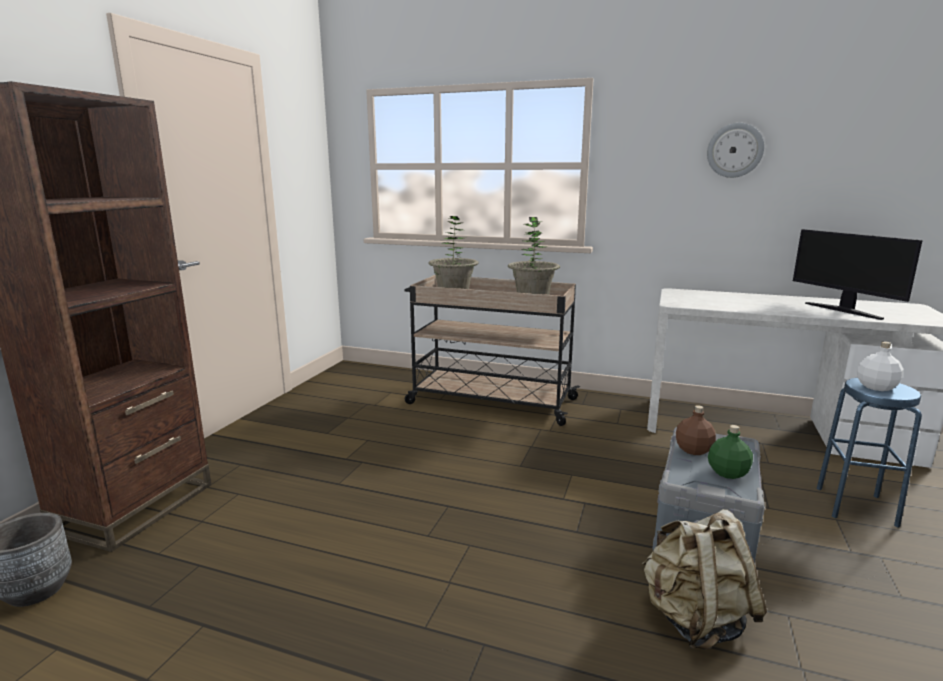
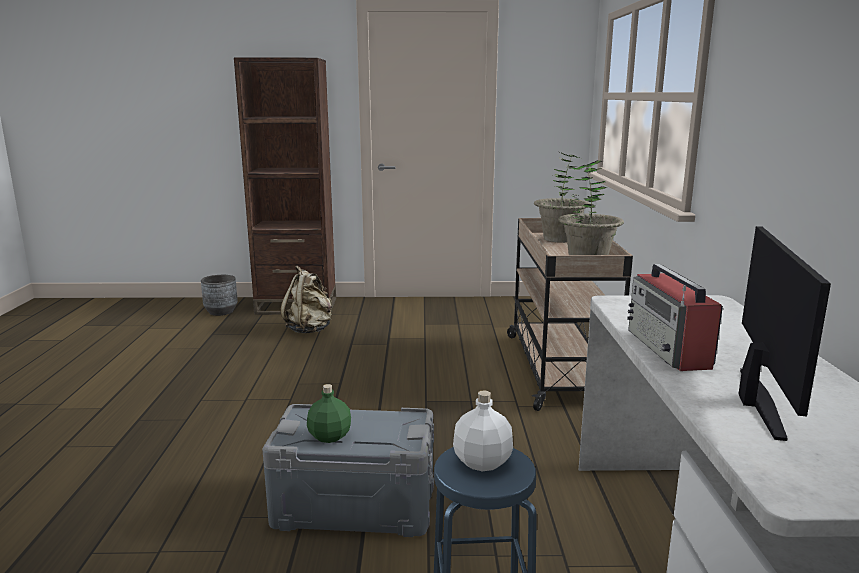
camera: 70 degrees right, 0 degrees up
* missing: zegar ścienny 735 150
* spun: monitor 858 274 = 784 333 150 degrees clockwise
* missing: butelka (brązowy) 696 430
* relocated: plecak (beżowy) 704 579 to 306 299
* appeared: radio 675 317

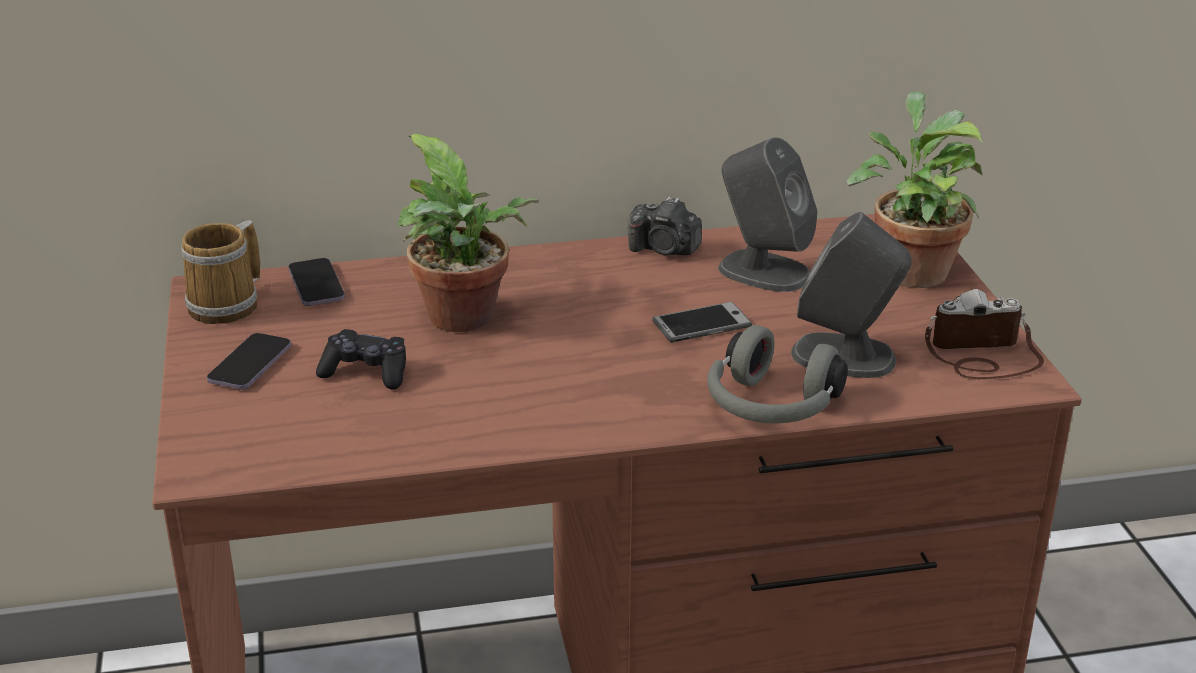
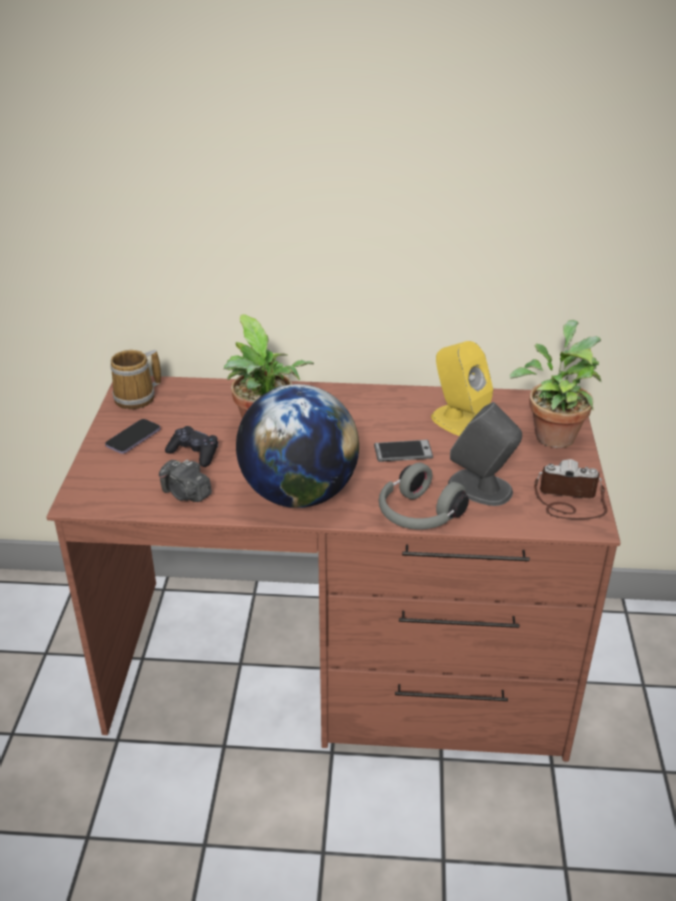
camera: 15 degrees right, 5 degrees up
* colour: głośnik (szary) 768 214 to głośnik (żółty) 462 388
* relocated: aparat fotograficzny 665 226 to 185 481
* missing: telefon 316 282
* appeared: globus 297 446

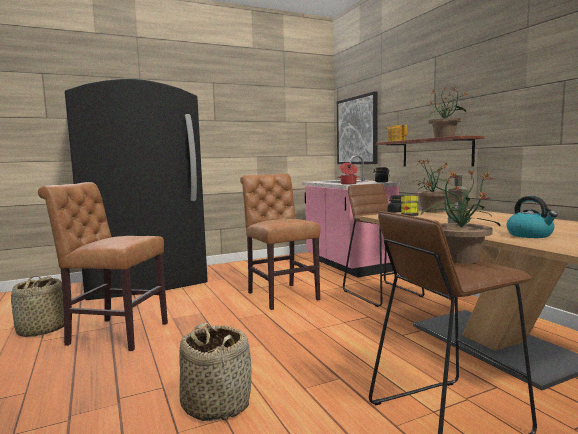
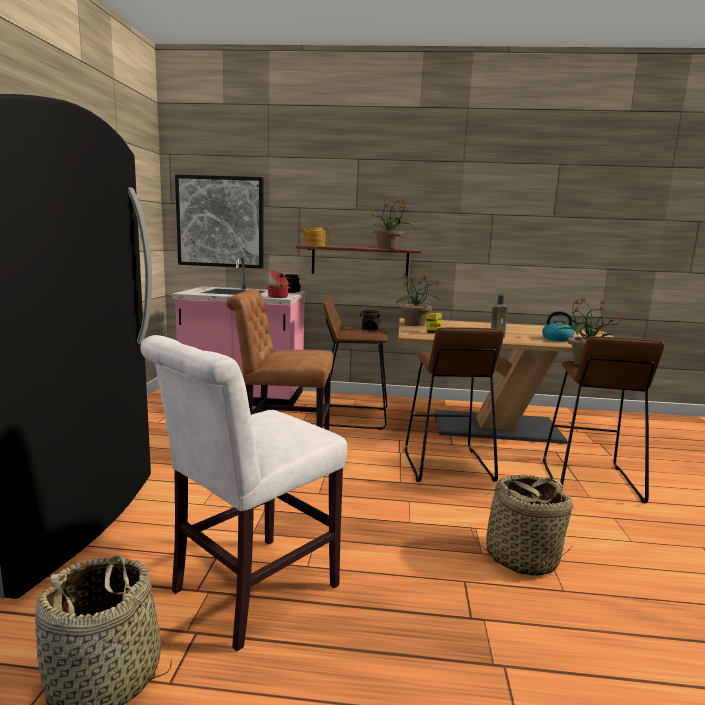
camera: 60 degrees left, 5 degrees up
* colour: krzesło (brązowy) 103 266 to krzesło (biały) 243 493
* appeared: stołek (brązowy) 454 404

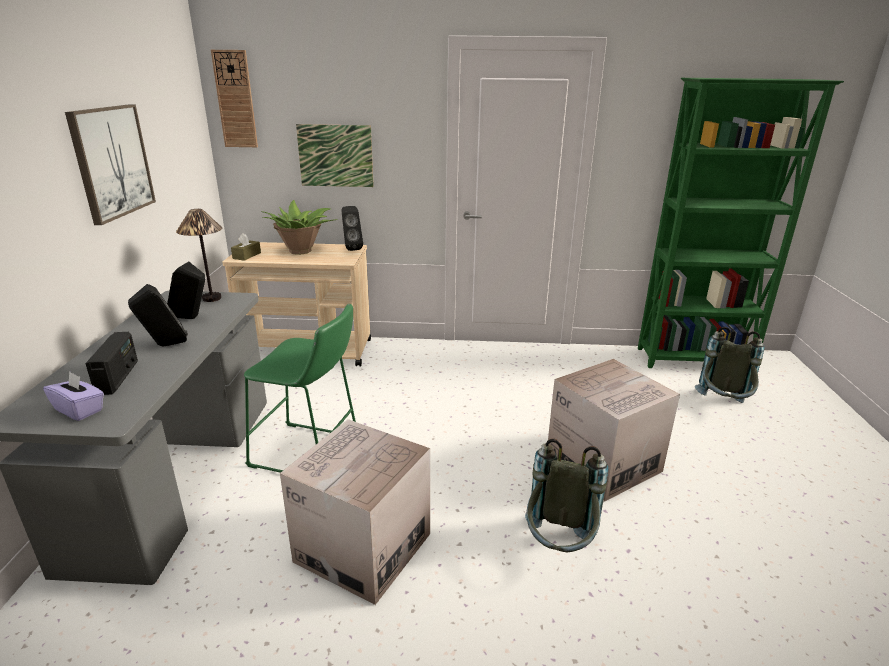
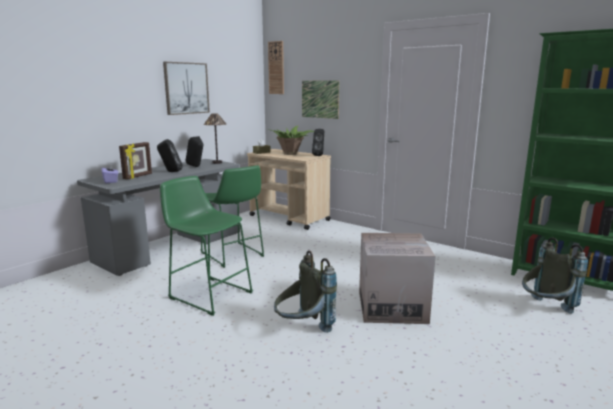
camera: 35 degrees right, 10 degrees down
* exchanged: radio 111 363 to ramka na zdjęcie 135 160
* exchanged: karton 355 512 to stołek (zielony) 206 246

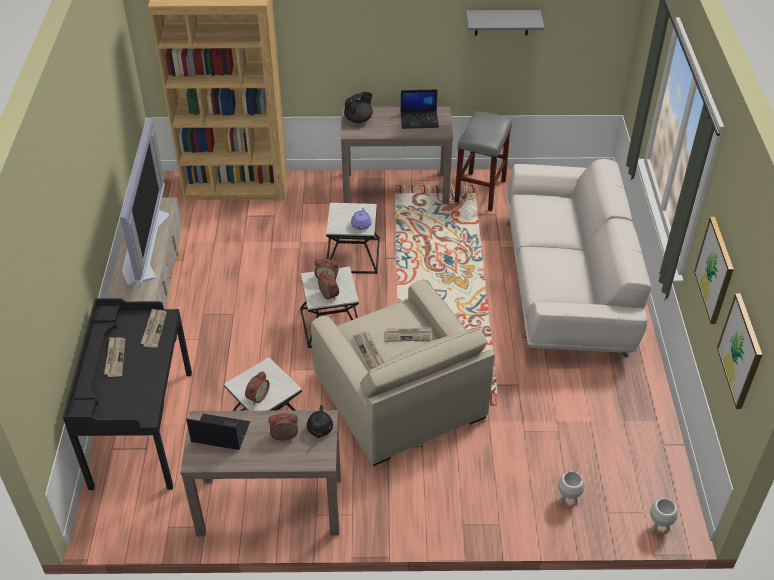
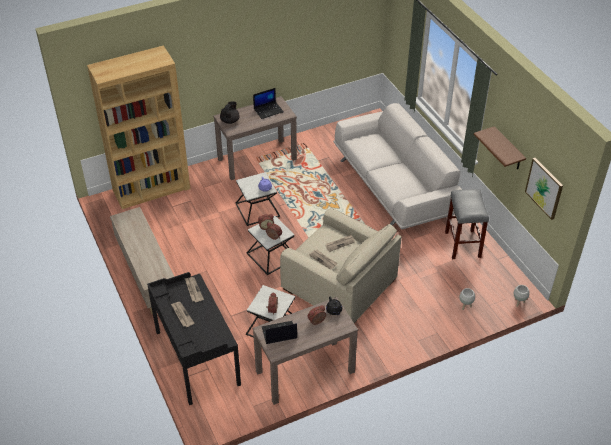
camera: 25 degrees left, 0 degrees up
* missing: półka (szary) 505 22
* relocated: stołek (szary) 483 161 to 467 224
* missing: telewizor 144 203
* exchanged: obraz 714 270 to półka (brązowy) 500 147

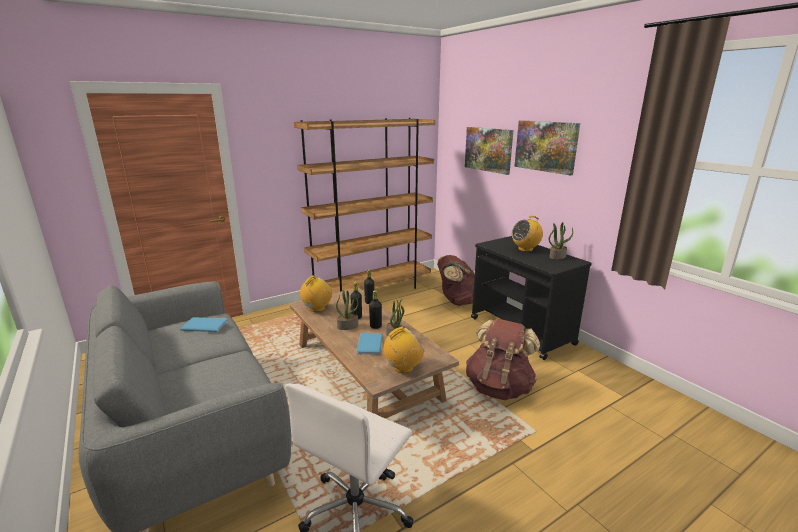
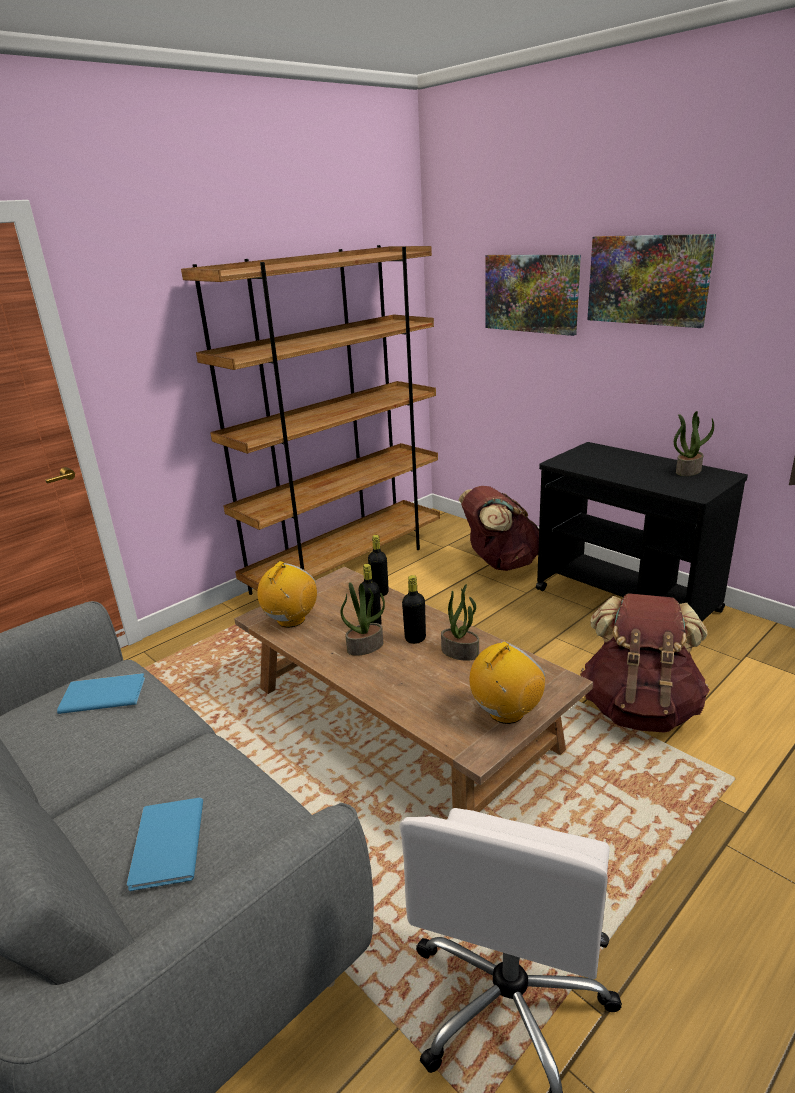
camera: 10 degrees left, 5 degrees up
* missing: radio 527 234
* relocated: książka (niebieski) 369 344 to 164 844

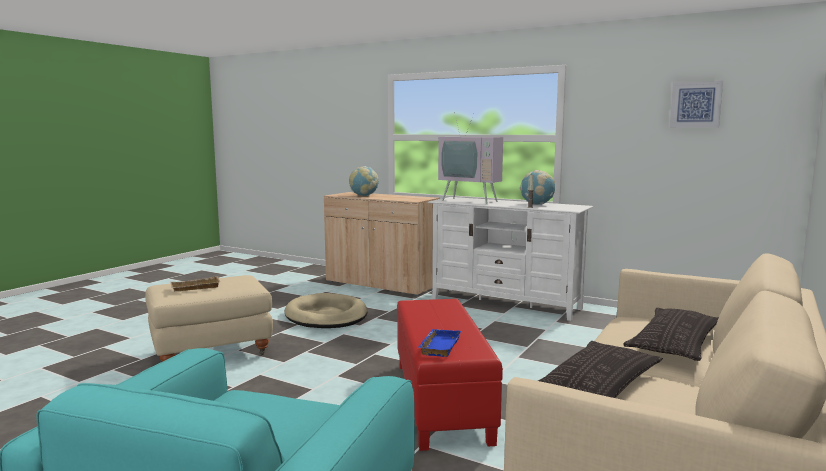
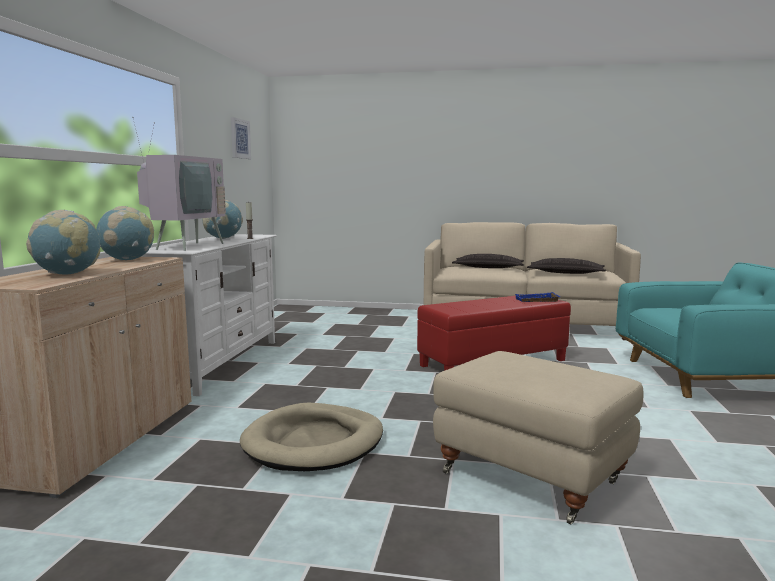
camera: 110 degrees left, 0 degrees up
* missing: taca (beżowy) 195 283
* appeared: globus 125 233

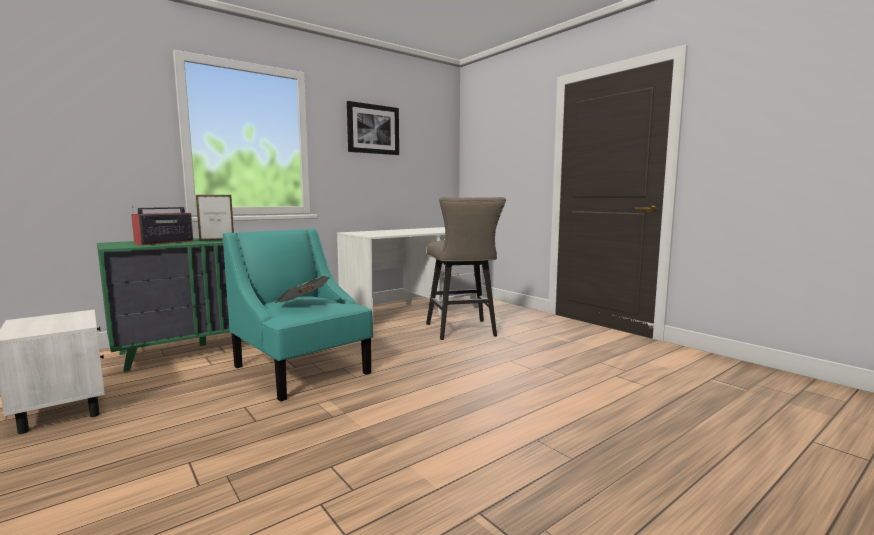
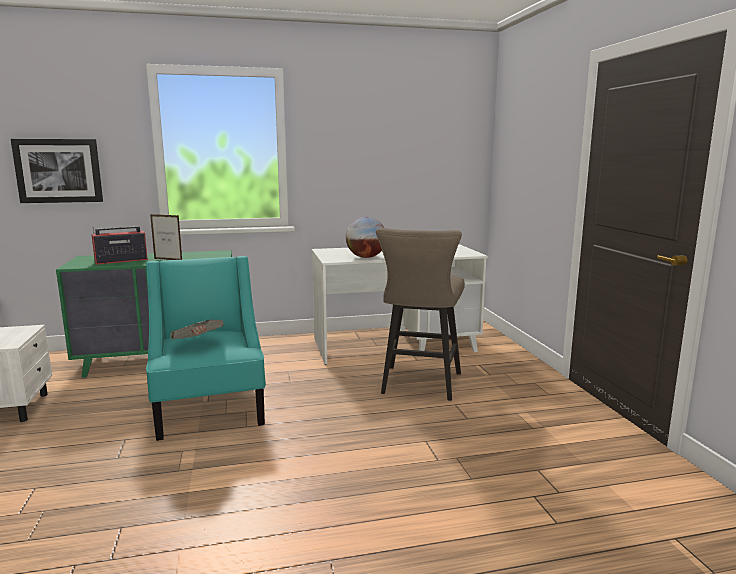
camera: 25 degrees right, 5 degrees up
* relocated: obraz 373 128 to 57 171
* appeared: globus 365 237

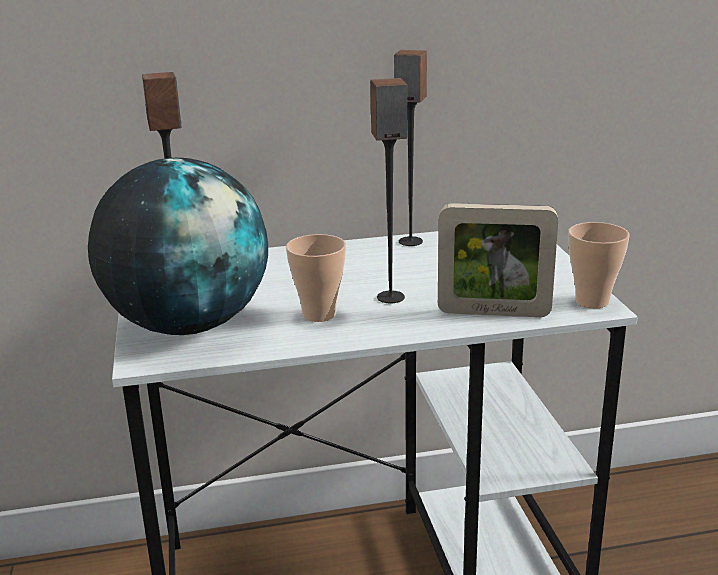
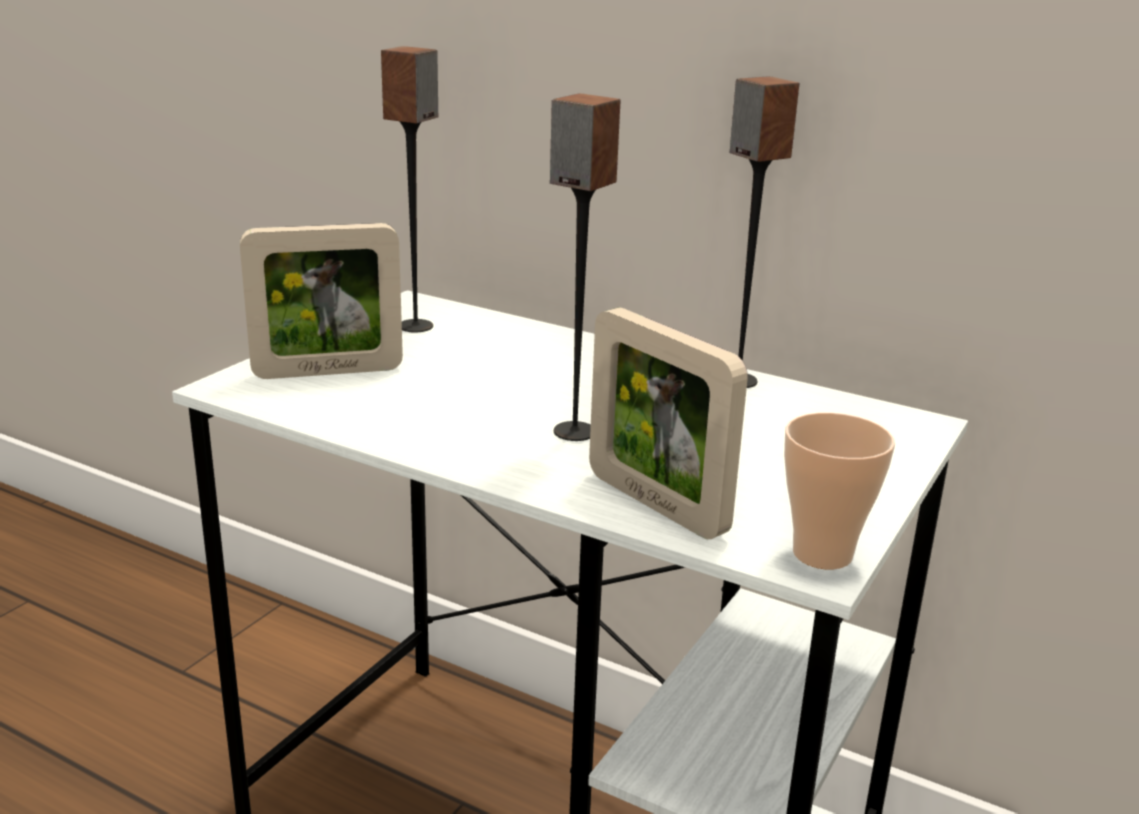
camera: 40 degrees right, 0 degrees up
* exchanged: globus 178 246 to ramka na zdjęcie 321 301
* missing: filiżanka 316 278

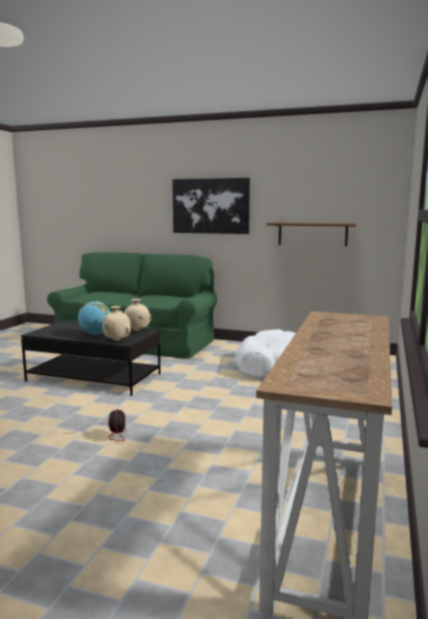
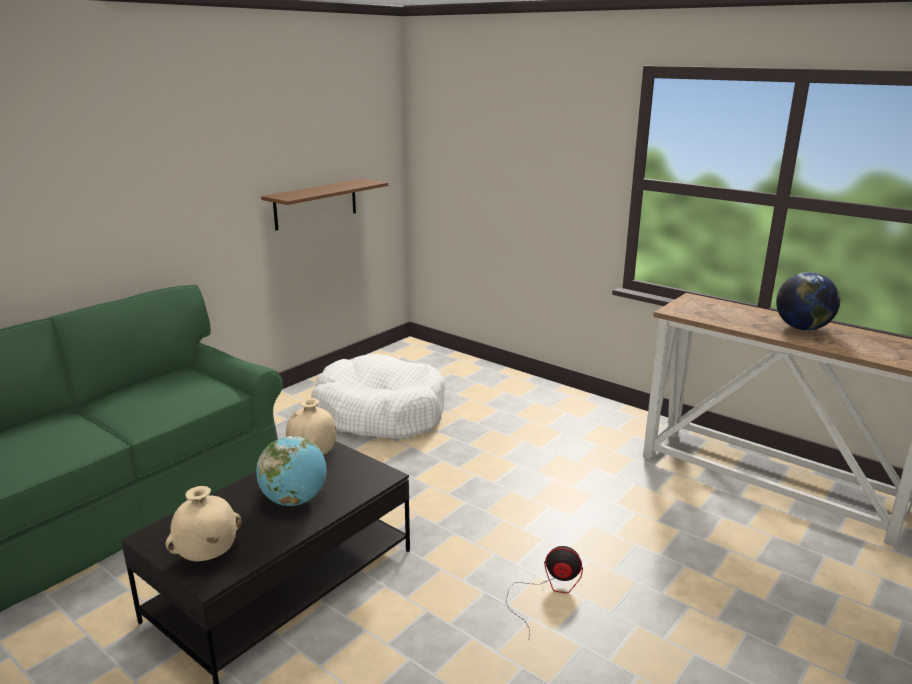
camera: 70 degrees left, 10 degrees up
* missing: obraz 211 206
* relocated: wazon (beżowy) 116 323 to 204 523
* appeared: globus 808 301

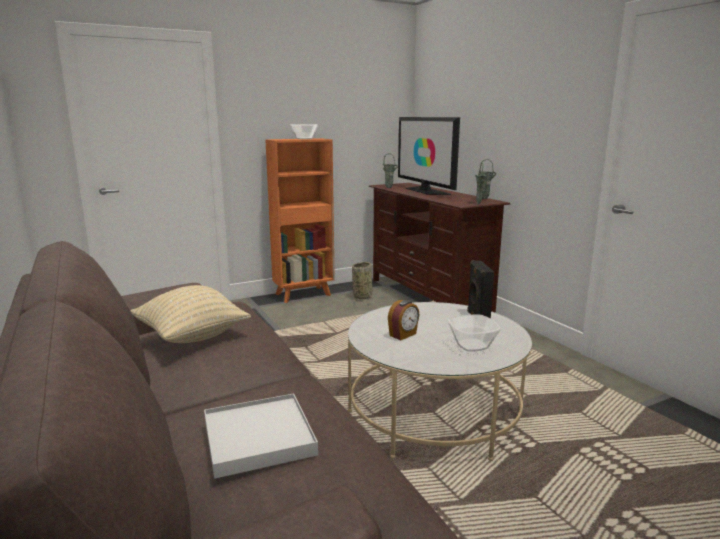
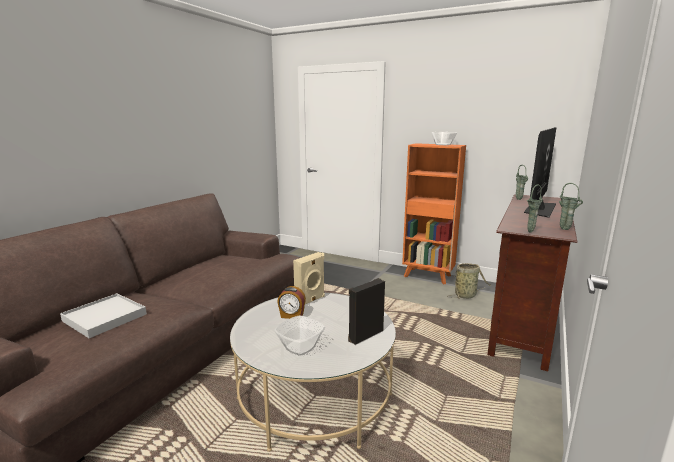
camera: 55 degrees right, 0 degrees up
* missing: poduszka (beżowy) 190 314
* appeared: głośnik (beżowy) 309 278

